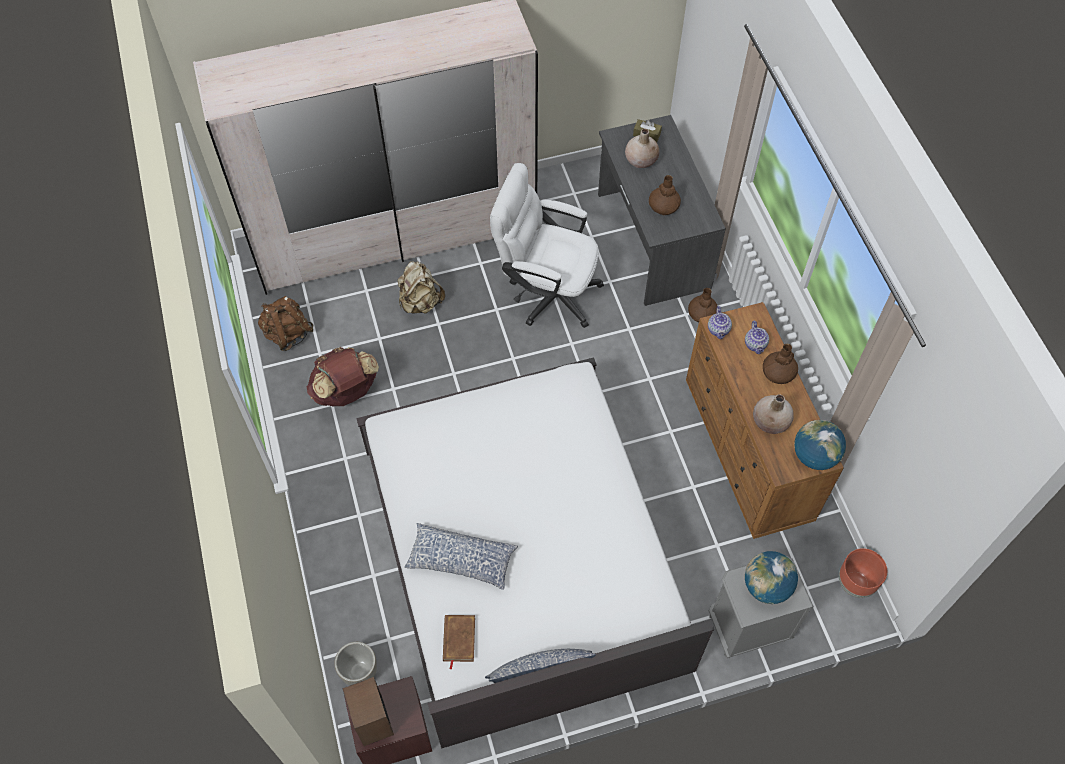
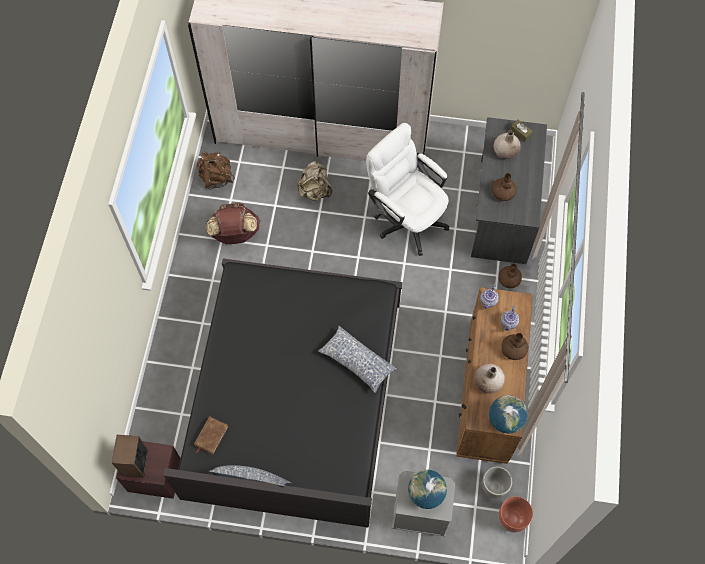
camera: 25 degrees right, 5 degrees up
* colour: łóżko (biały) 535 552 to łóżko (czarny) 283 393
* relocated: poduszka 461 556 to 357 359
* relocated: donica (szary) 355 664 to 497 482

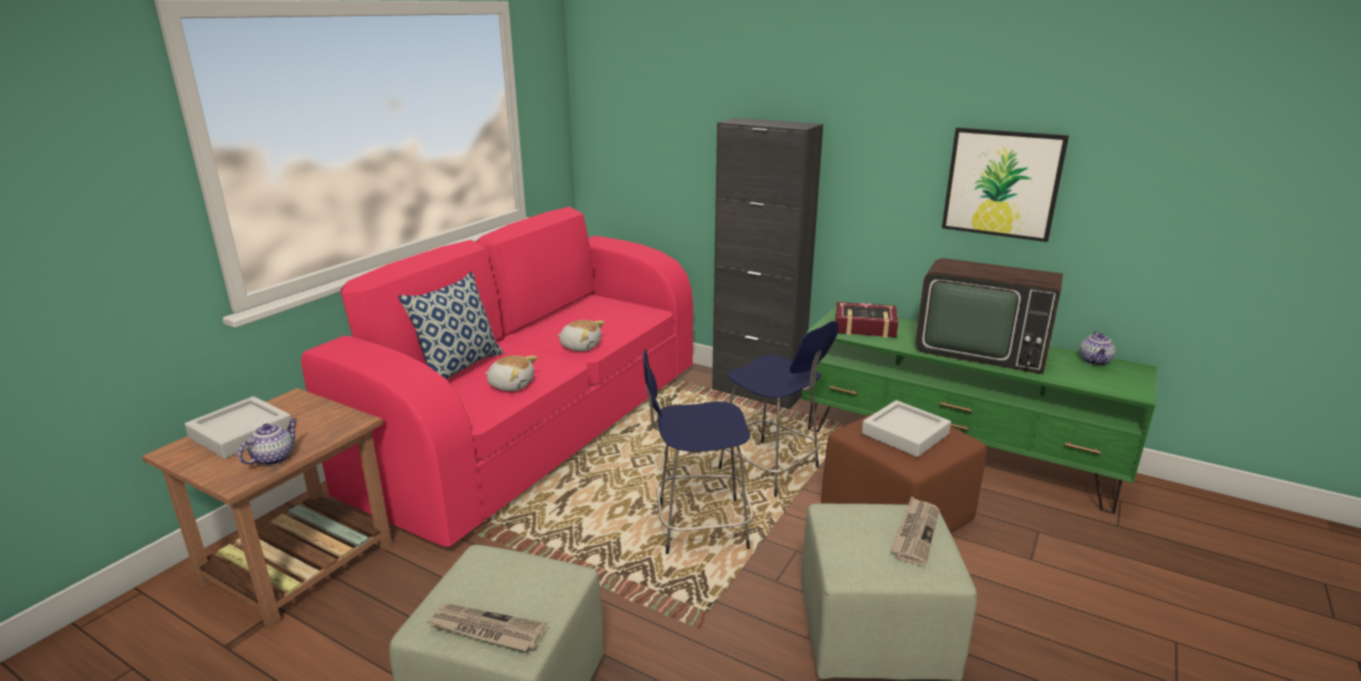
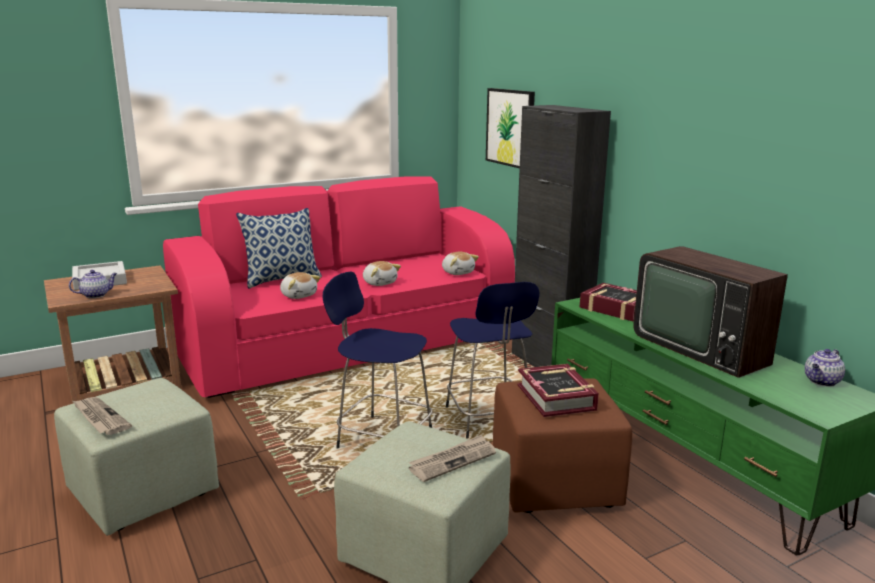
camera: 30 degrees right, 5 degrees down
* relocated: obraz 1005 185 to 510 128
* exchanged: taca (szary) 906 428 to książka 558 390
* appeared: pluszak 460 263

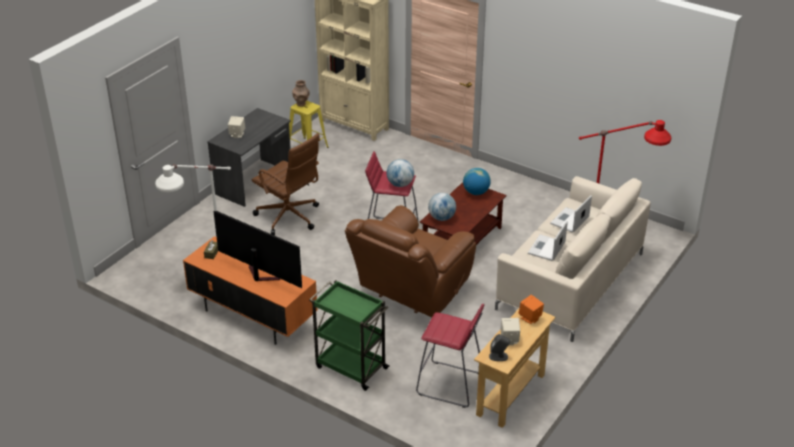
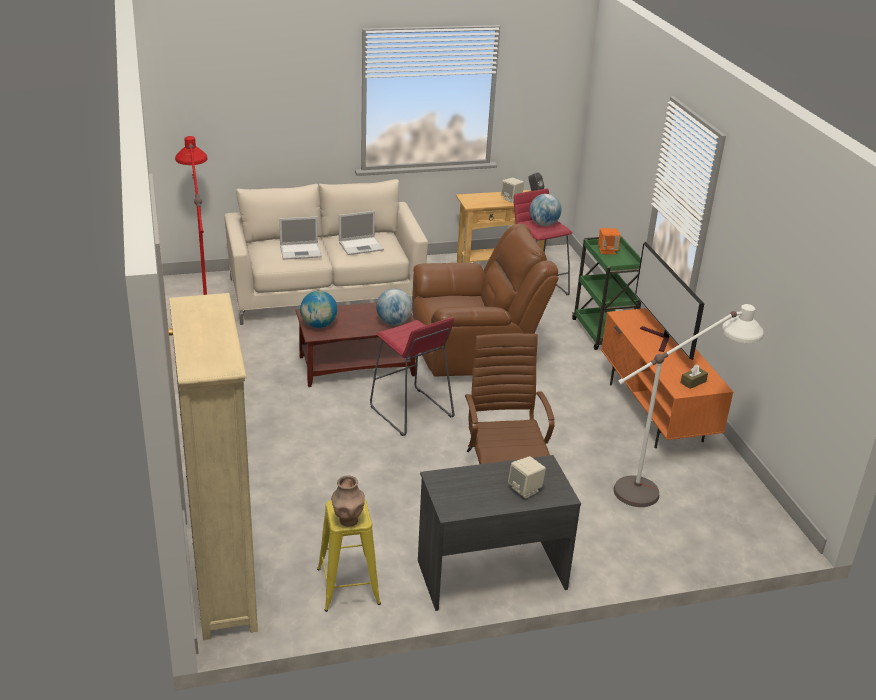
camera: 140 degrees left, 5 degrees down
* relocated: globus 400 173 to 546 210
* relocated: głośnik (pomarańczowy) 531 309 to 609 241

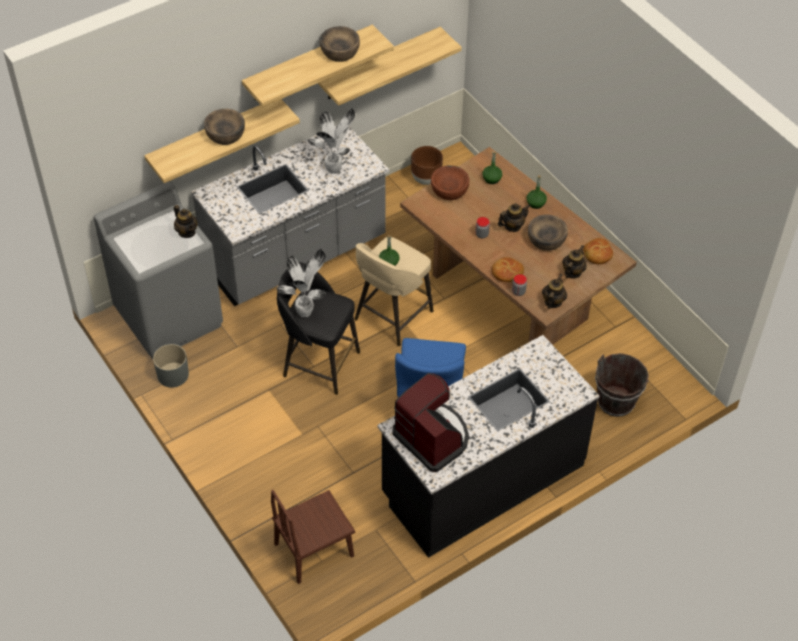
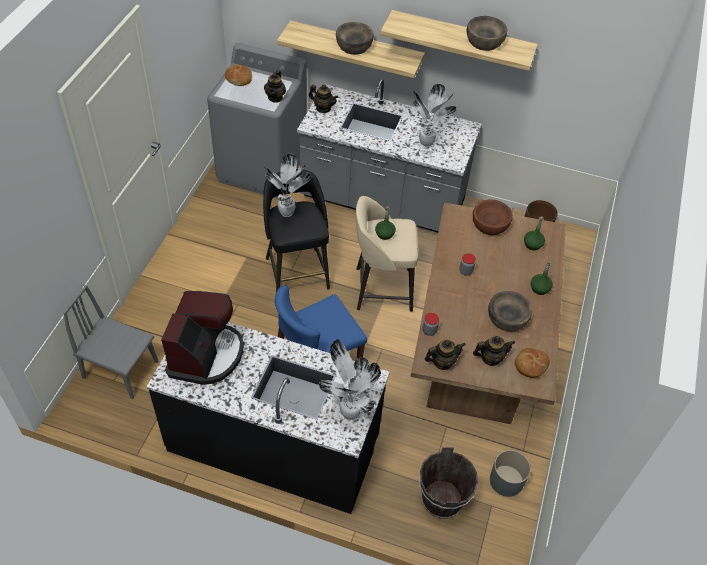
camera: 50 degrees right, 0 degrees up
* missing: półka 390 66
* relocated: imbryk 514 217 to 323 98
* relocated: chleb 508 269 to 238 75
* relocated: donica (szary) 171 365 to 510 473
* colour: krzesło (brązowy) 313 537 to krzesło (szary) 111 342
* appeared: roślina doniczkowa 350 379

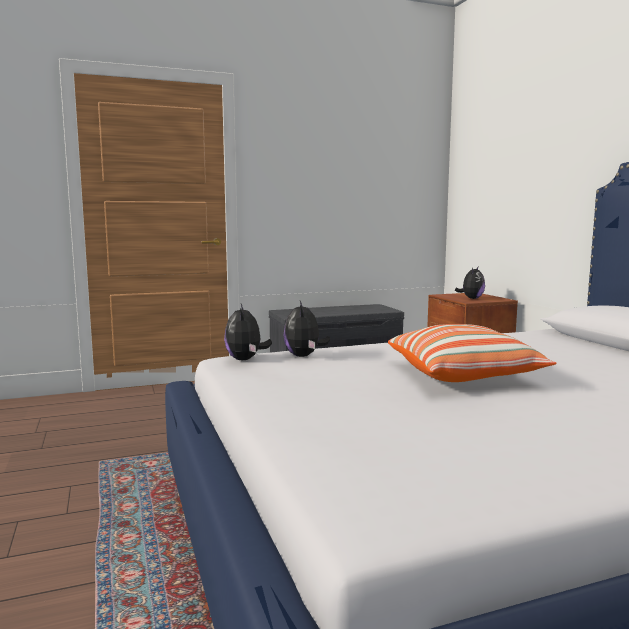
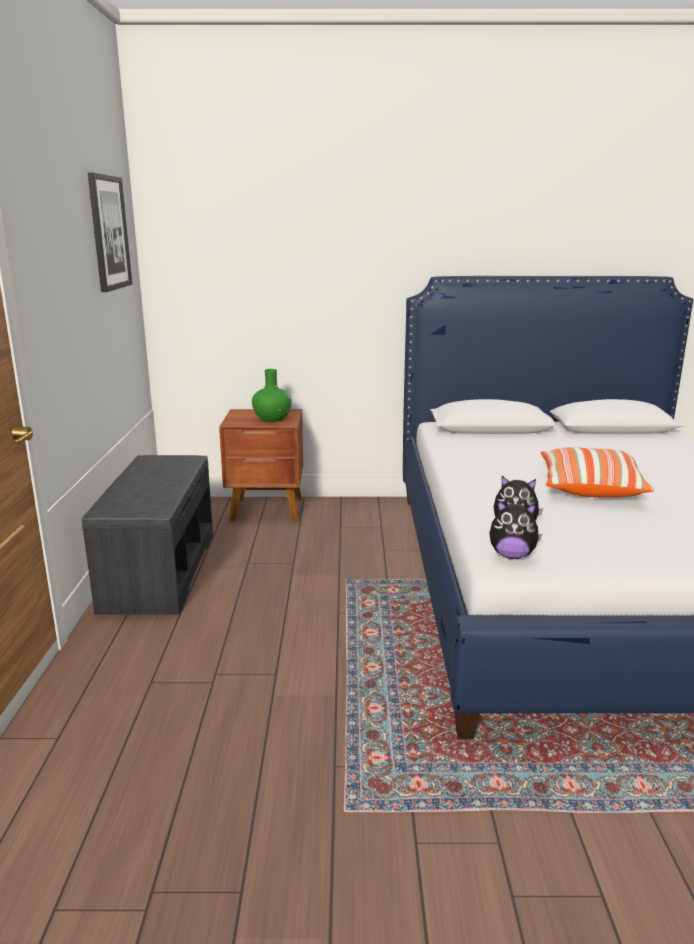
camera: 70 degrees left, 10 degrees up
* exchanged: pluszak 470 283 to wazon (zielony) 272 395
* appeared: obraz 110 232

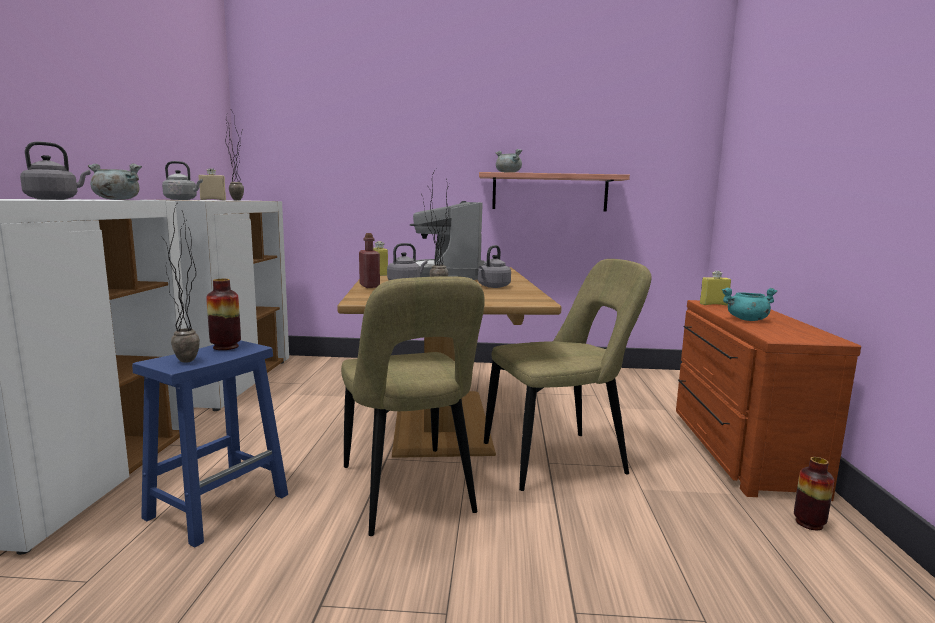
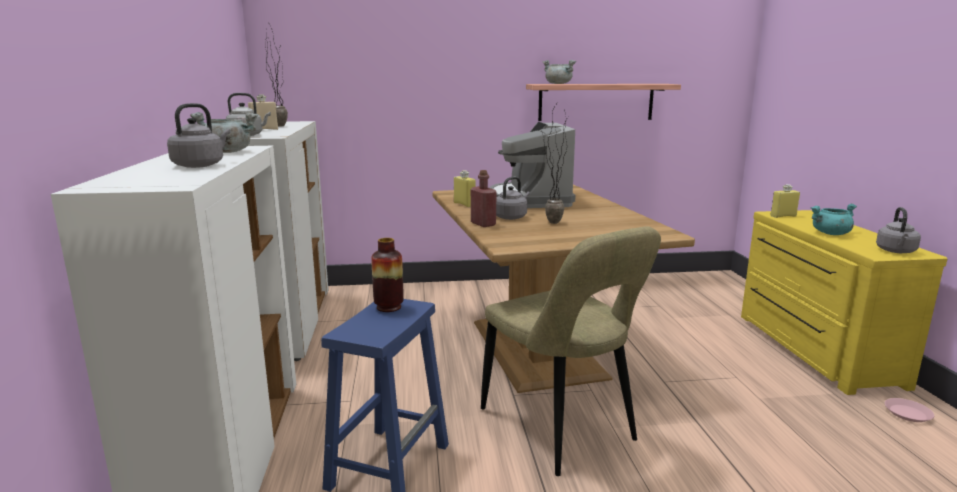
camera: 10 degrees left, 5 degrees up
* missing: roślina doniczkowa 180 282
* relocated: czajnik (szary) 494 266 to 898 230
* missing: krzesło (beżowy) 568 375
* colour: komoda (brązowy) 768 400 to komoda (żółty) 844 302
* exchanged: wazon 814 493 to talerz (różowy) 909 410

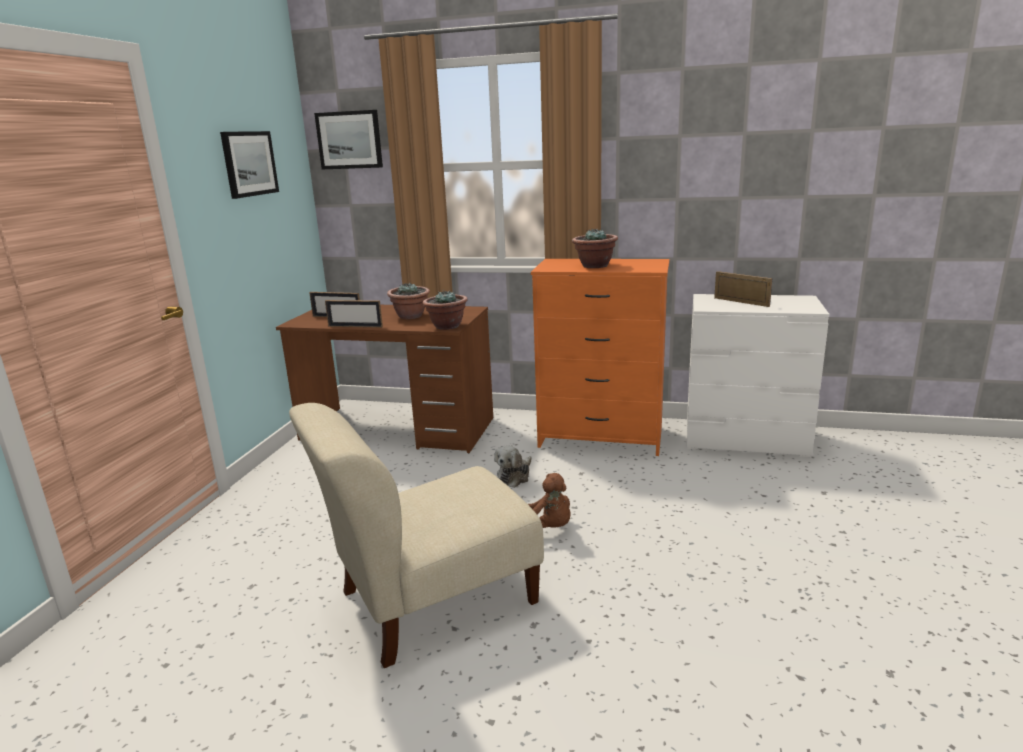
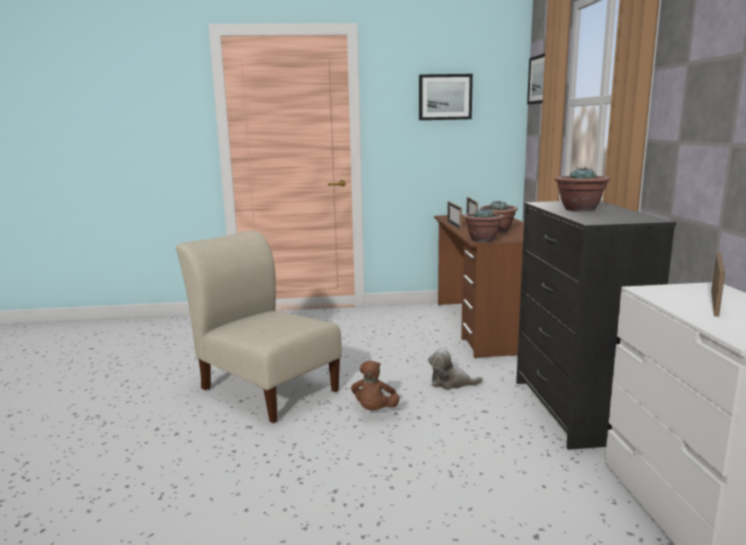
camera: 70 degrees right, 5 degrees down
* colour: komoda (pomarańczowy) 600 357 to komoda (czarny) 596 325

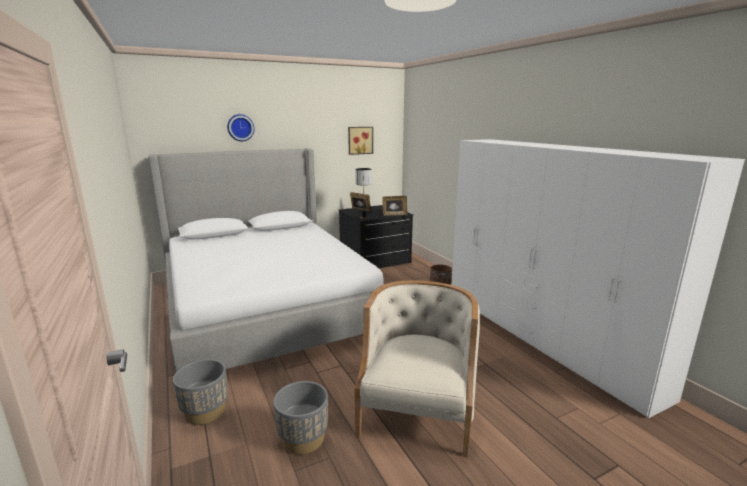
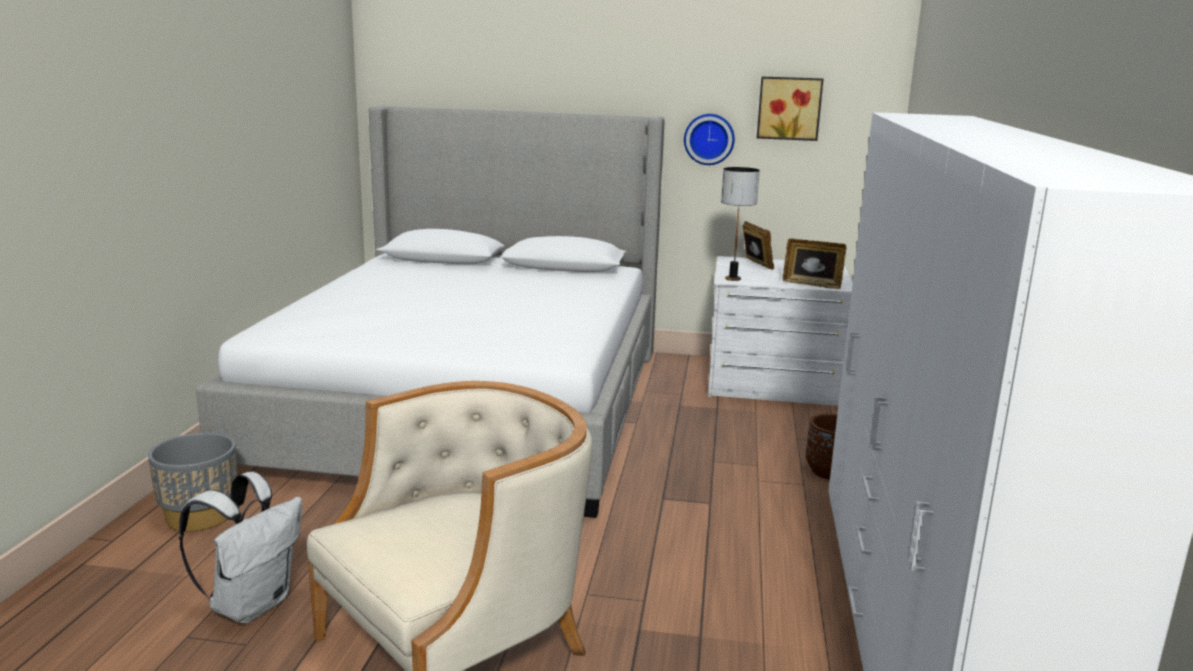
camera: 35 degrees right, 0 degrees up
* relocated: zegar ścienny 240 127 to 709 139
* colour: komoda (czarny) 376 236 to komoda (biały) 780 331
* exchanged: donica (szary) 300 418 to plecak (biały) 240 547

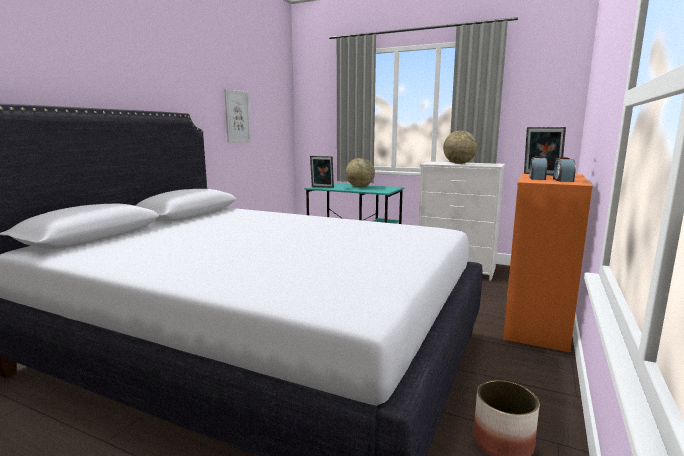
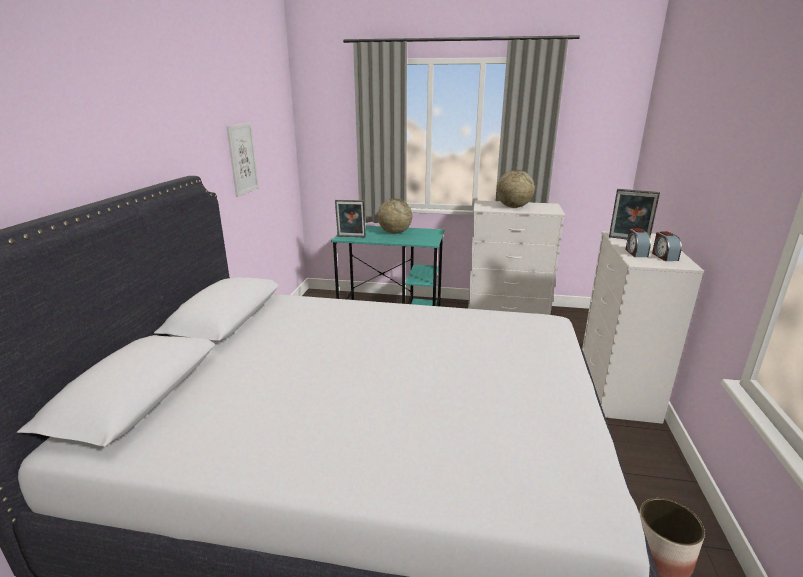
camera: 15 degrees left, 10 degrees up
* colour: komoda (pomarańczowy) 548 262 to komoda (biały) 643 327

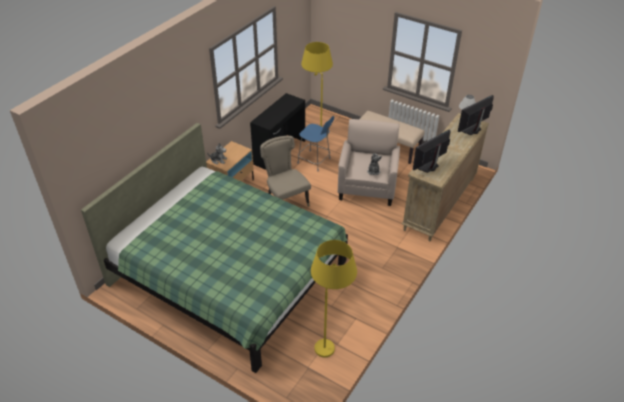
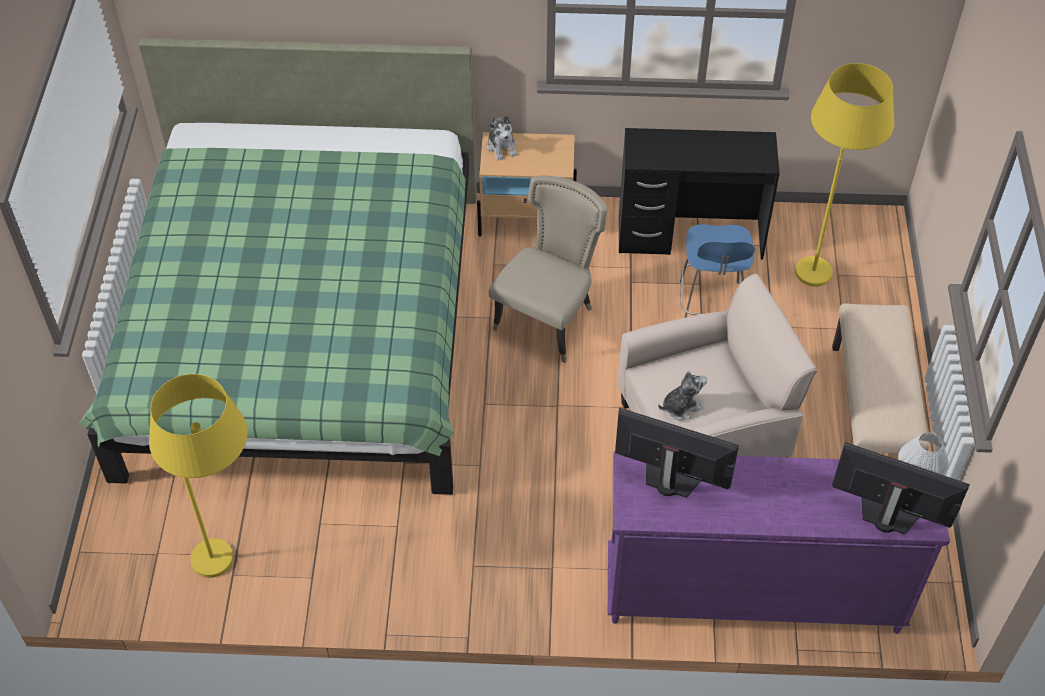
camera: 60 degrees right, 10 degrees up
* colour: komoda (beżowy) 445 177 to komoda (fioletowy) 779 543

